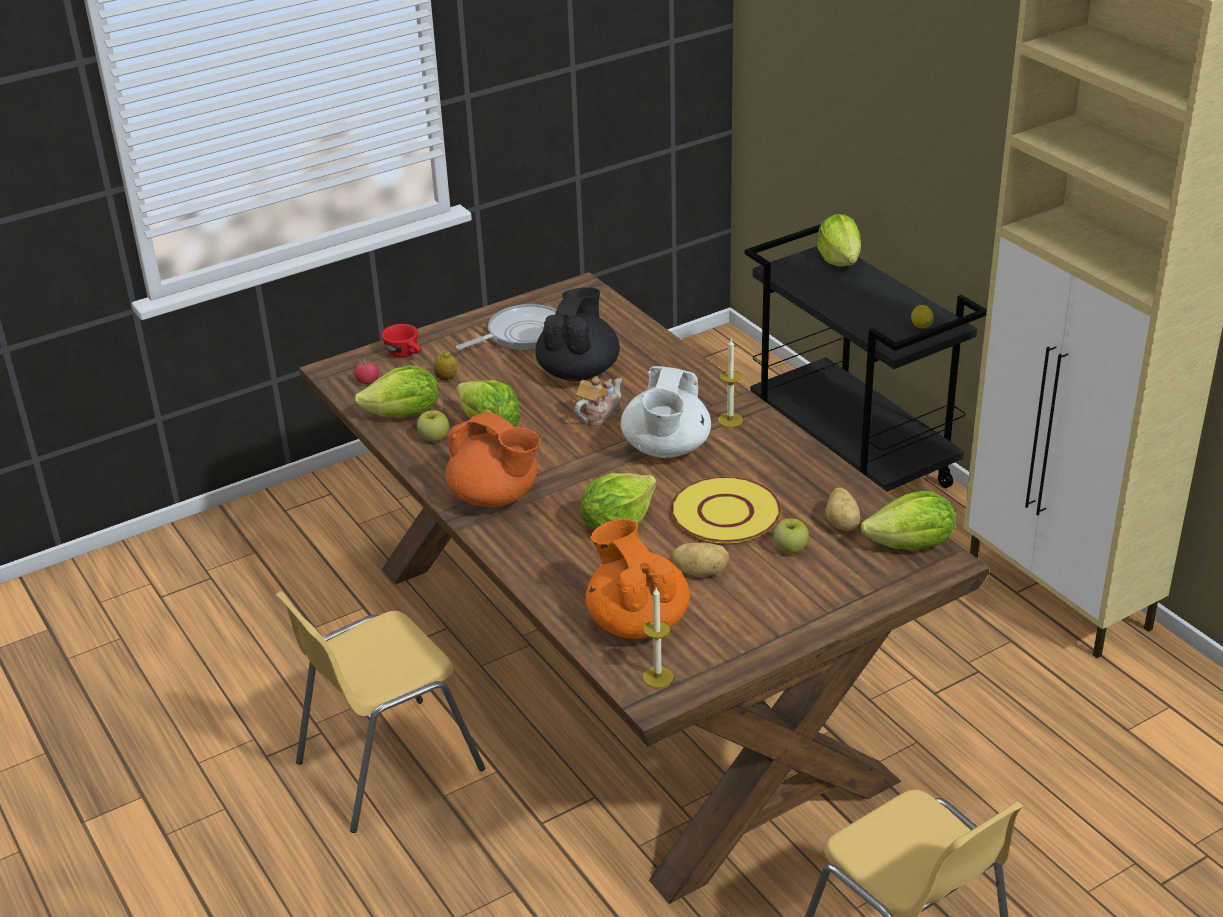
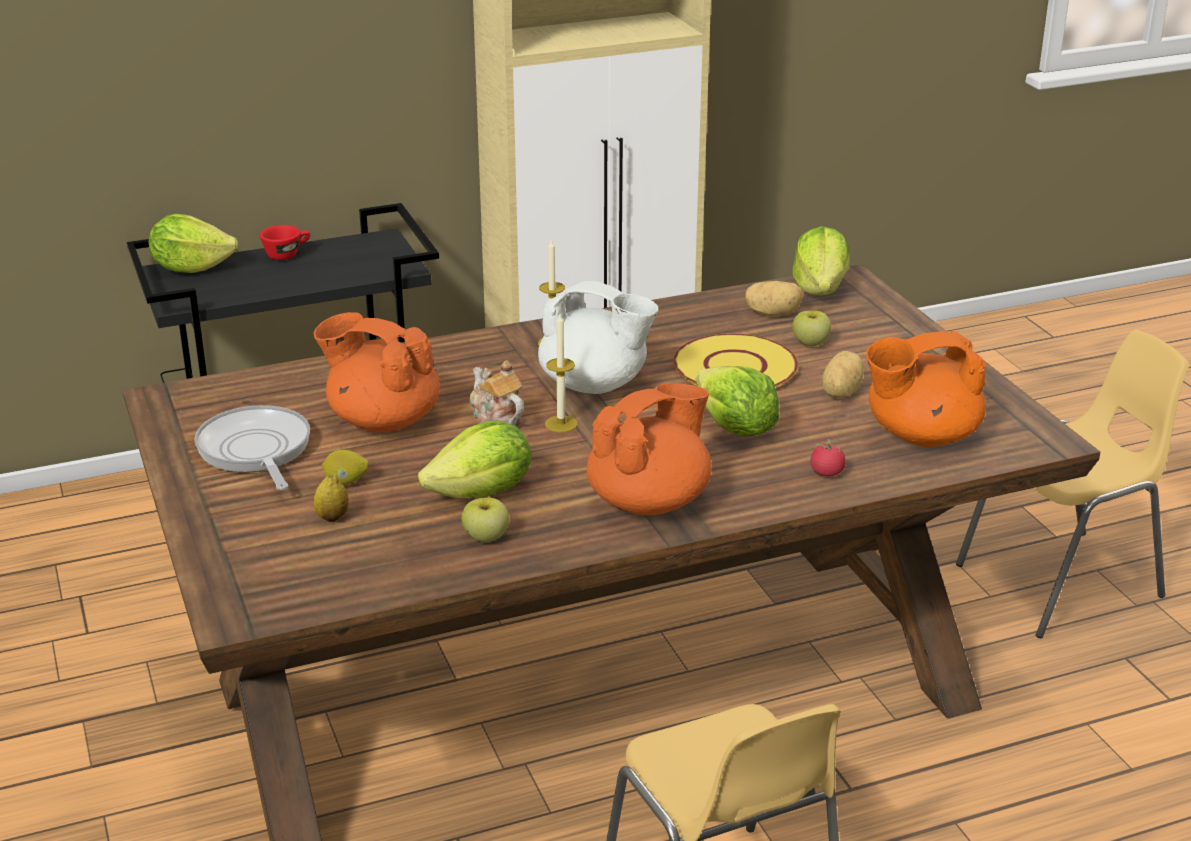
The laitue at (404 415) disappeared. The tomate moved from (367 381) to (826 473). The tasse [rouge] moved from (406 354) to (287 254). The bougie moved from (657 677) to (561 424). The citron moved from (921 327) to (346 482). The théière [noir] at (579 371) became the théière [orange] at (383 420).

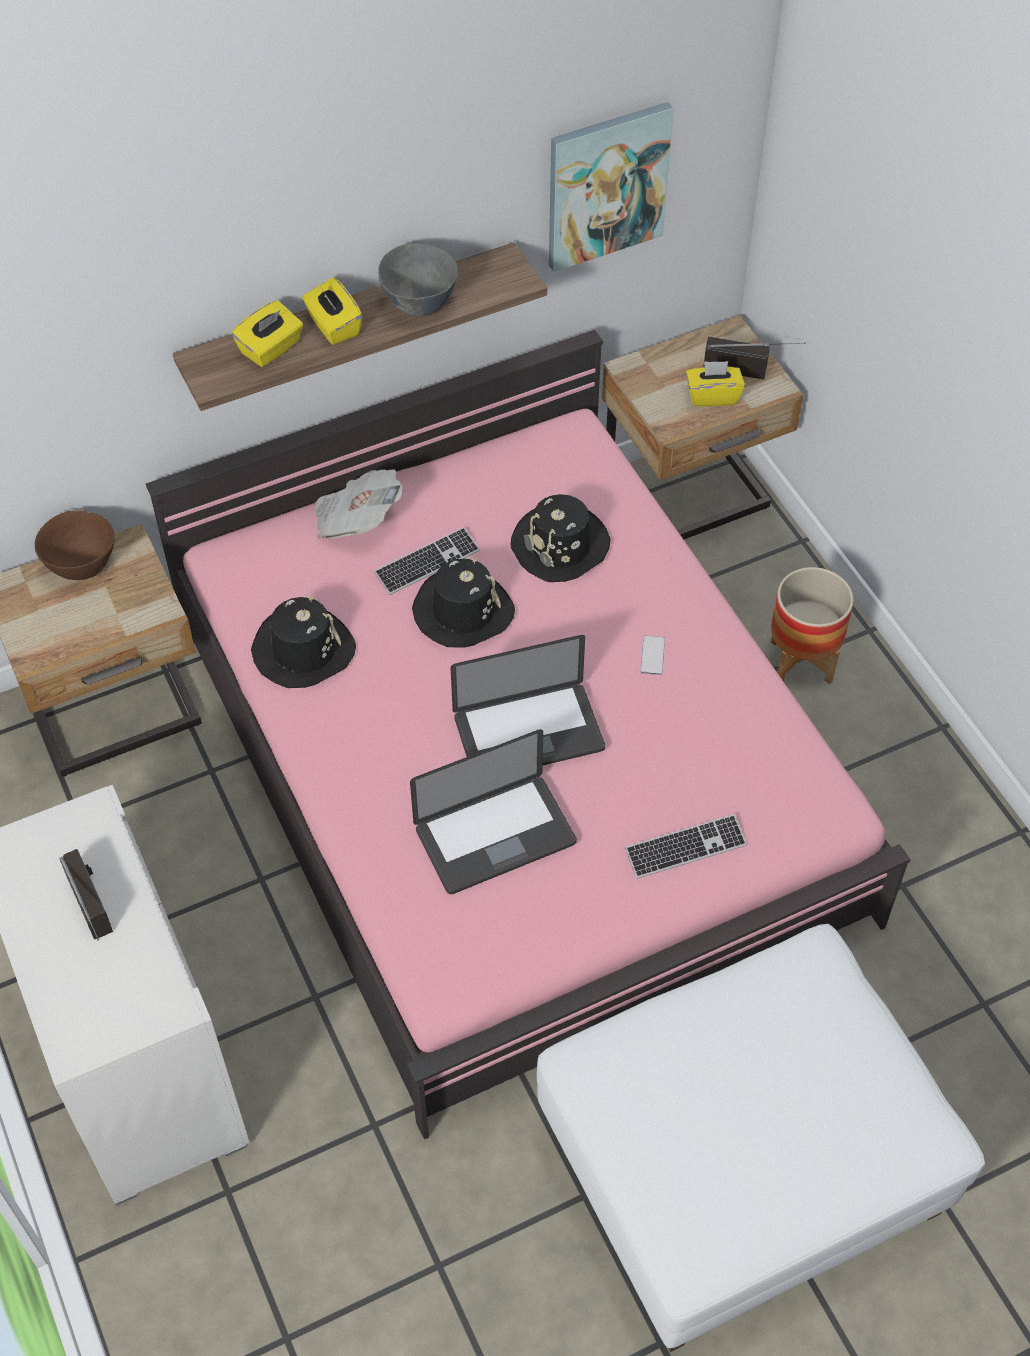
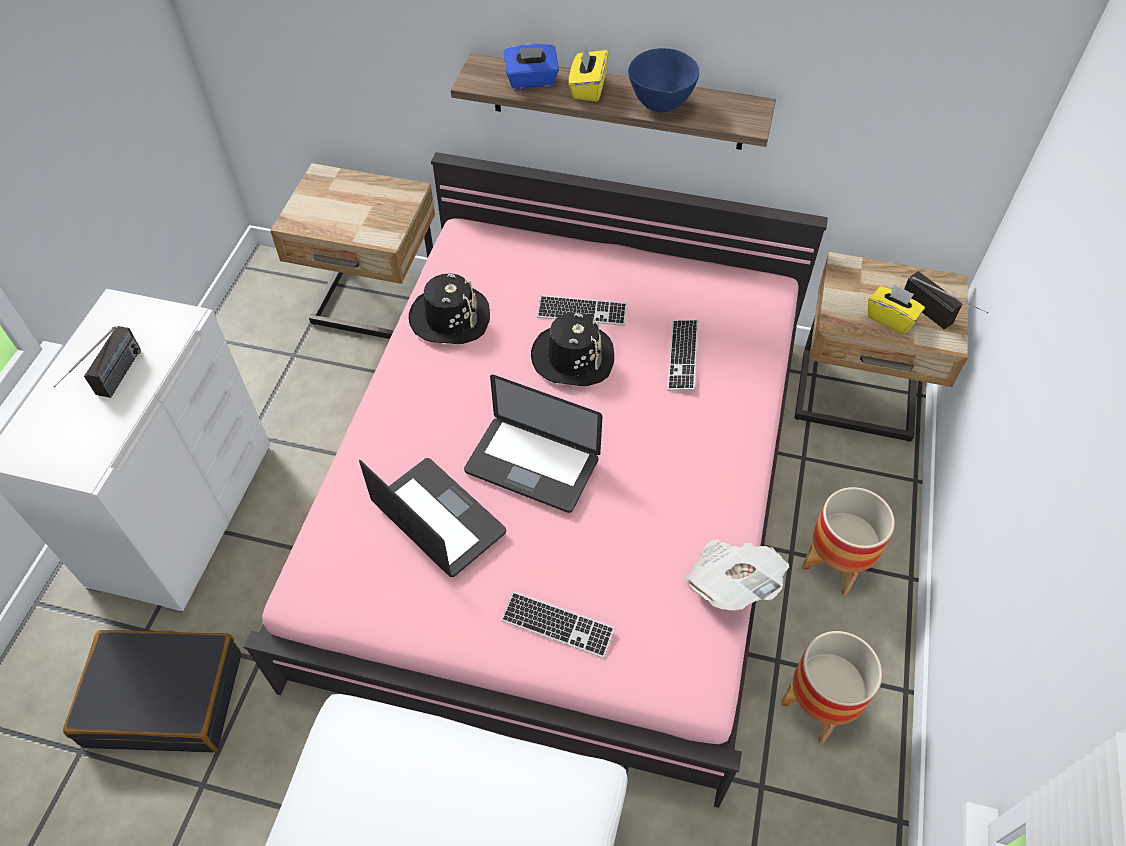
The bol [marron] at (82 567) disappeared. The tableau at (606 185) disappeared. The téléphone at (652 655) disappeared. The valise [noir] at (165 698) appeared. The cache-pot at (818 706) appeared. The journal moved from (357 520) to (731 582). The chapeau [noir] at (561 546) was replaced by the clavier at (682 356). The boîte à mouchoirs [jaune] at (271 349) became the boîte à mouchoirs [bleu] at (531 81). The bol [gris] at (420 306) became the bol [bleu] at (661 105). The ordinateur portable at (495 836) turned 150 degrees counterclockwise.

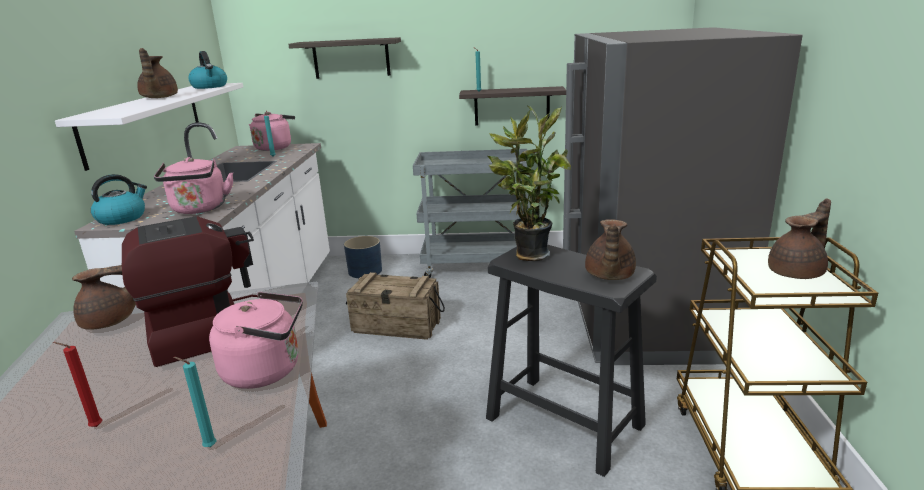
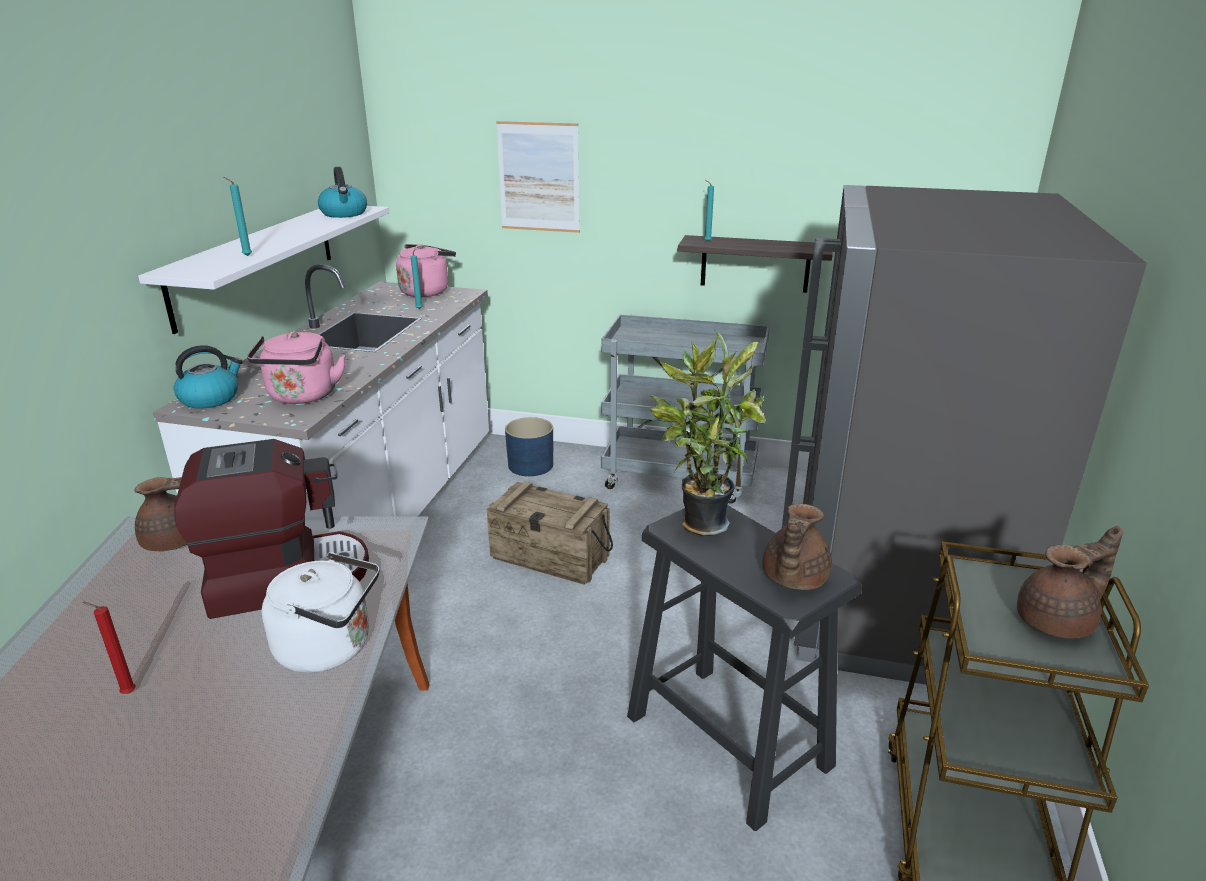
The théière [marron] at (158 98) disappeared. The bougie [turquoise] moved from (208 447) to (246 256). The étagère at (351 58) was replaced by the tableau at (539 177). The bouilloire [rose] at (267 370) became the bouilloire [blanc] at (330 648).

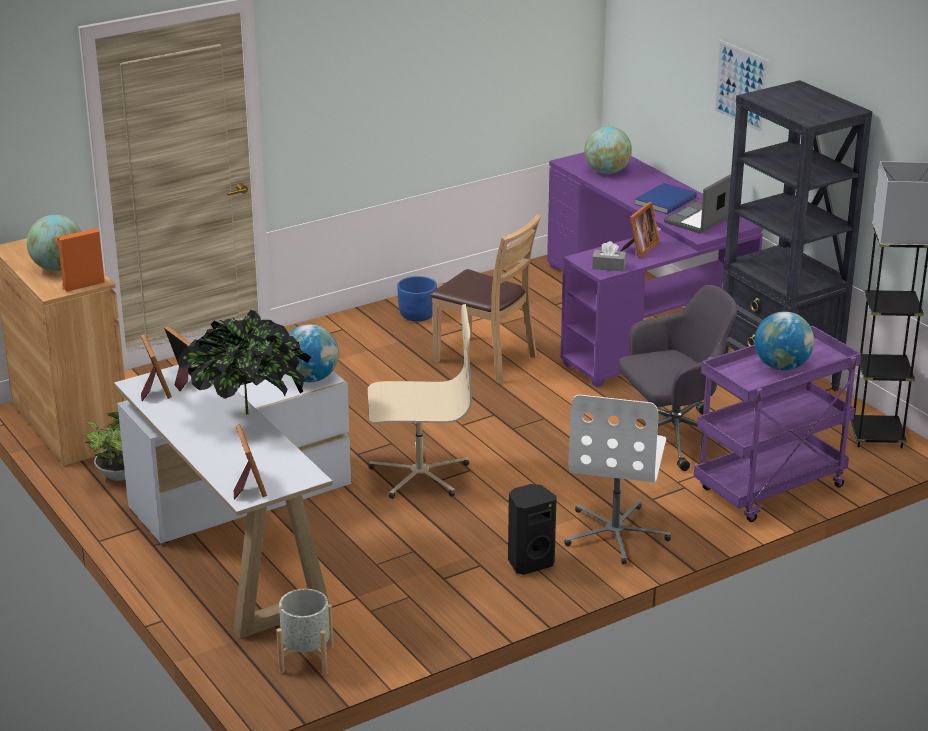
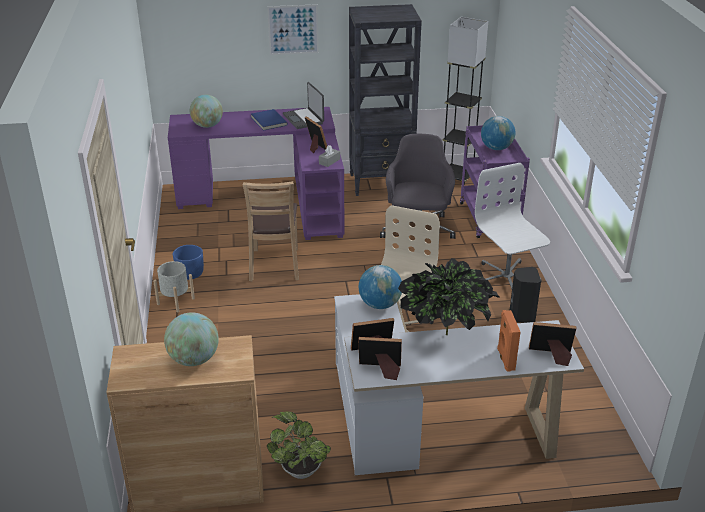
The enceinte [orange] moved from (83 285) to (505 359). The cache-pot [gris] moved from (306 659) to (176 301). The chaise [marron] at (485 360) turned 120 degrees clockwise. The chaise de bureau [blanc] at (616 533) turned 150 degrees counterclockwise.

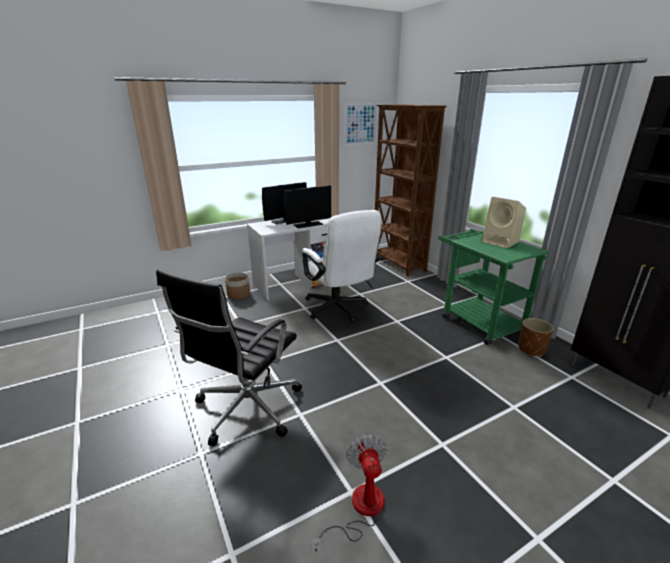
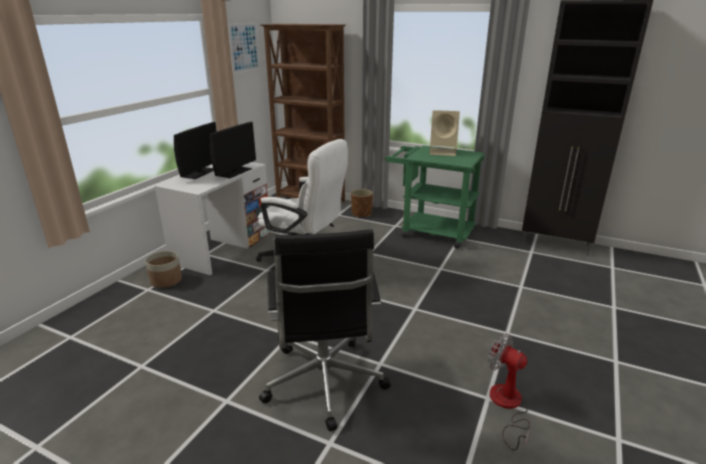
The cache-pot [marron] moved from (531 349) to (361 213).

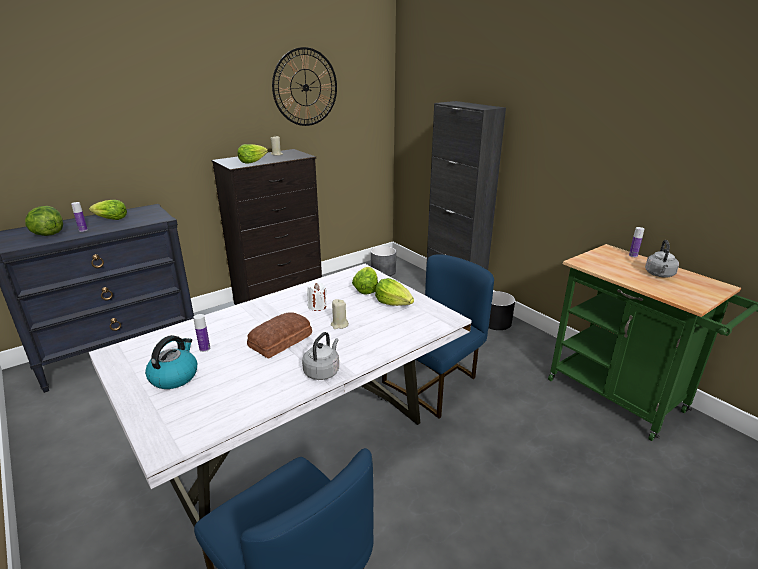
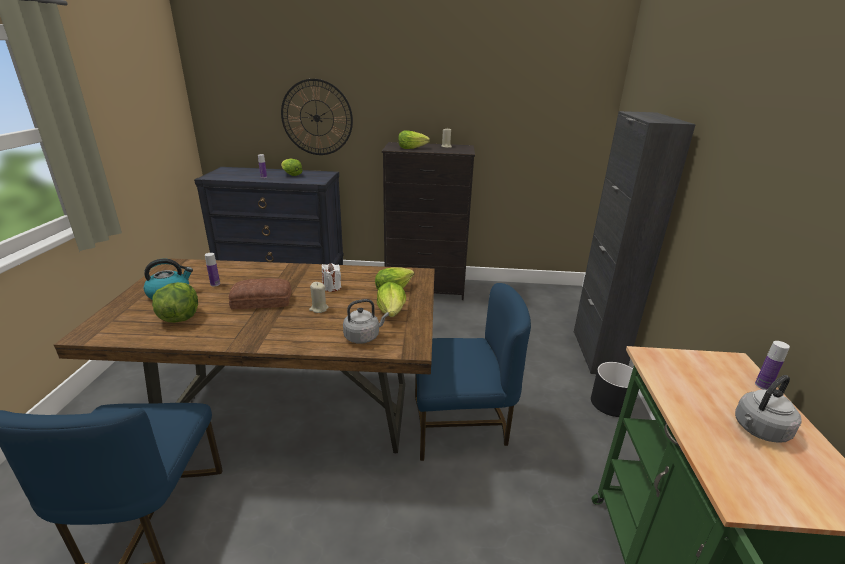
The cache-pot [gris] at (383 272) disappeared. The laitue moved from (48 234) to (179 317). The horloge murale moved from (305 87) to (317 118). The bouilloire [gris] moved from (322 371) to (363 337). The table à manger [blanc] at (300 449) became the table à manger [marron] at (289 412).

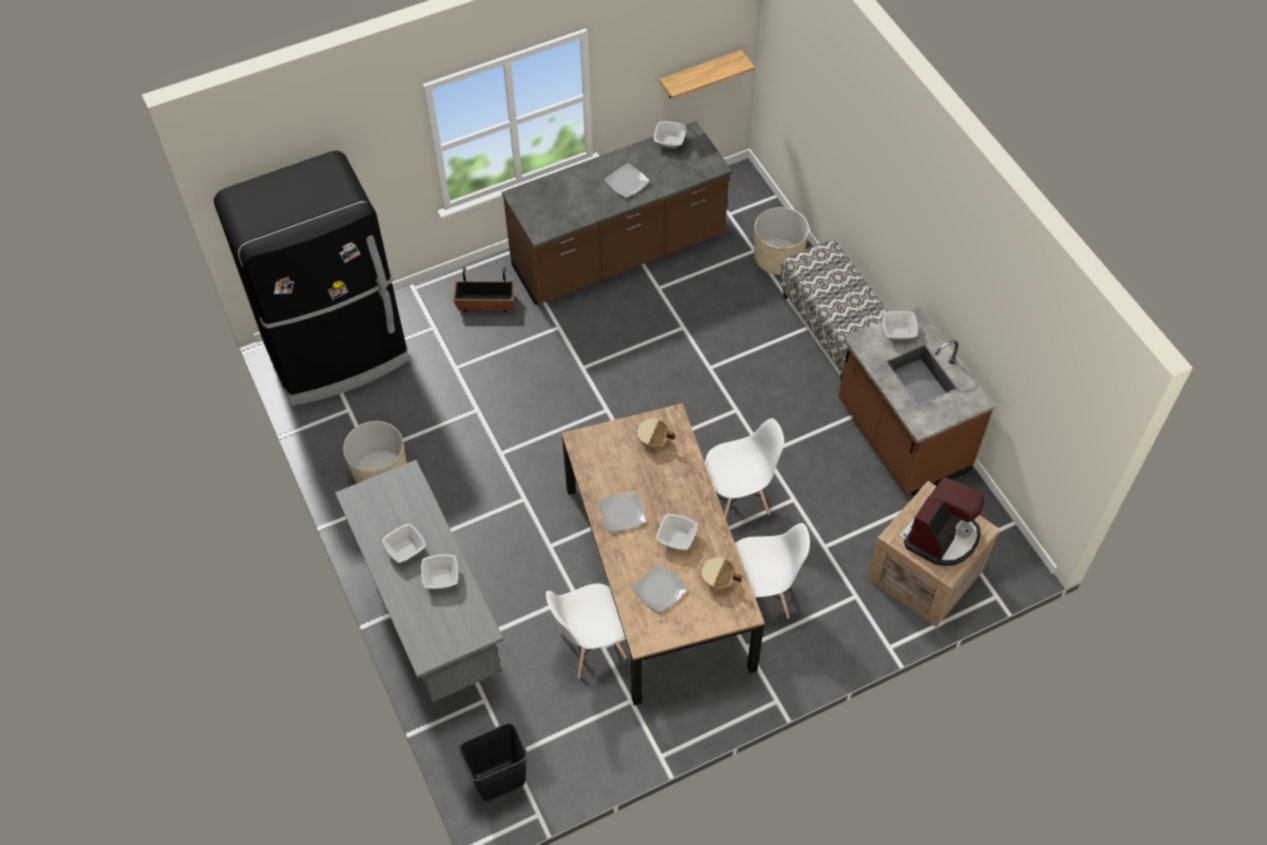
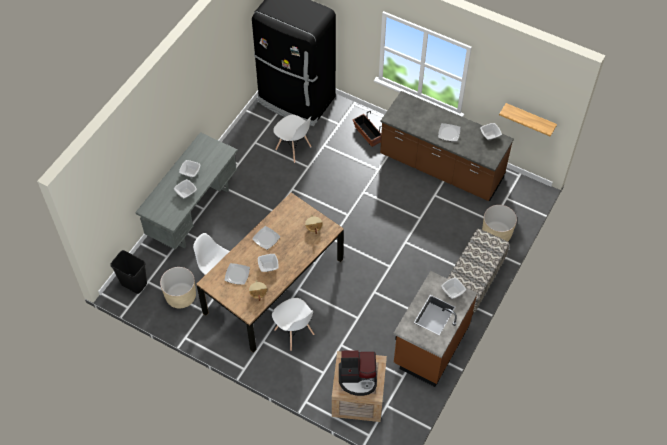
The cache-pot [beige] moved from (381 474) to (181 296). The chaise [blanc] moved from (739 499) to (293 148).

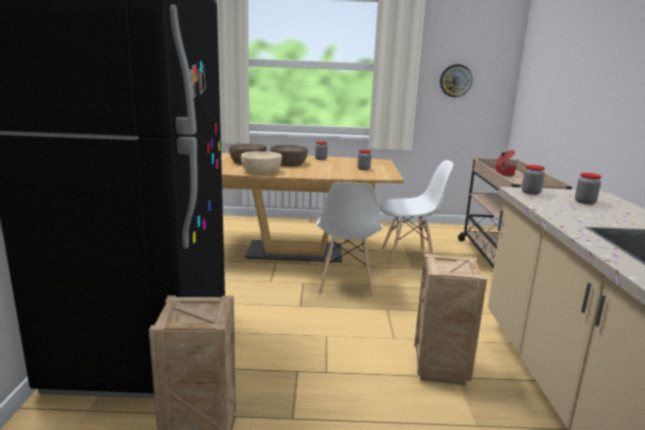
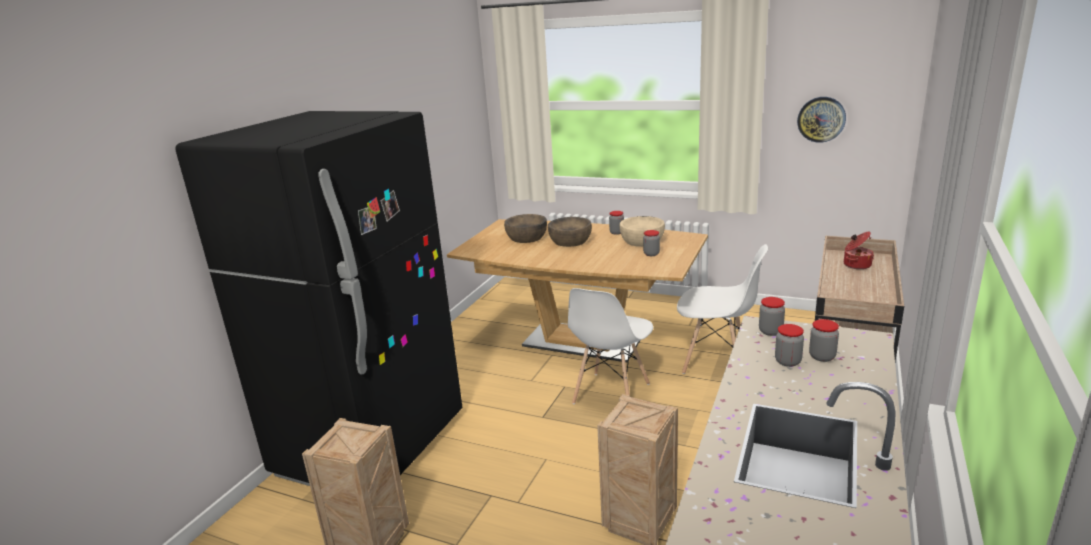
The bocal at (787 361) appeared. The bol [beige] moved from (261 171) to (642 241).

